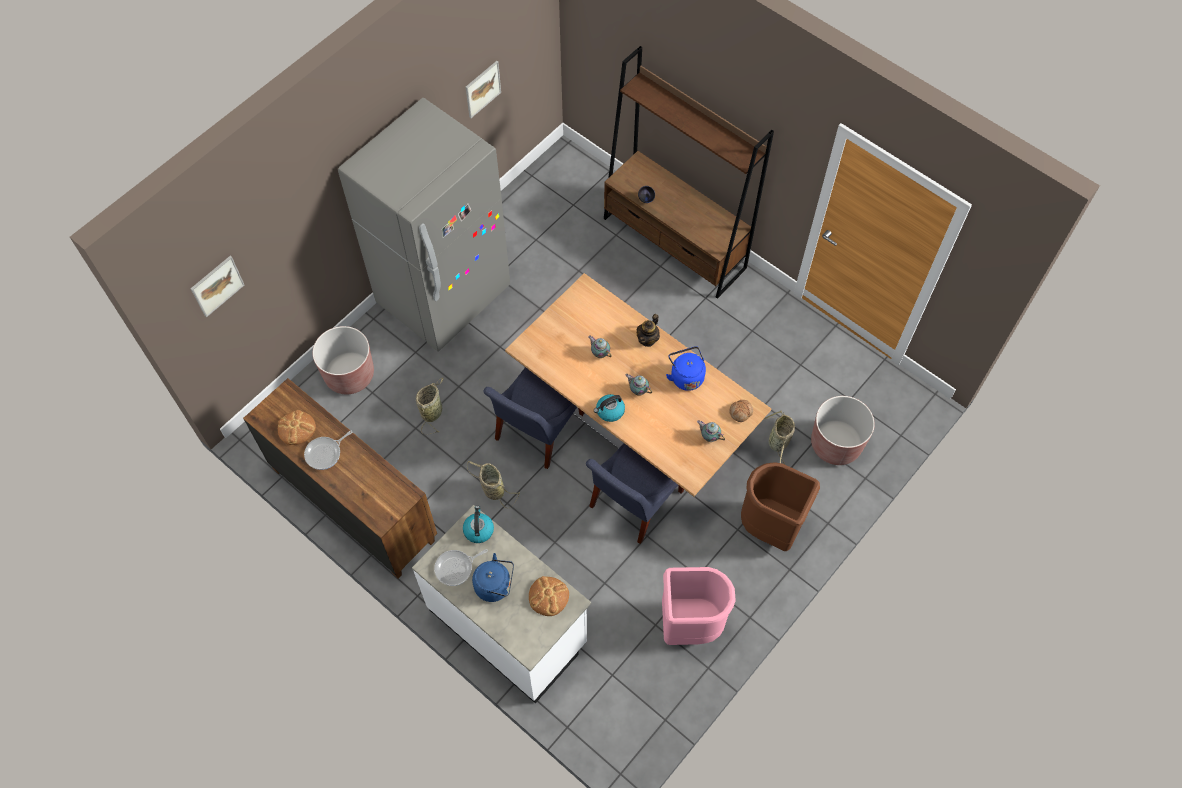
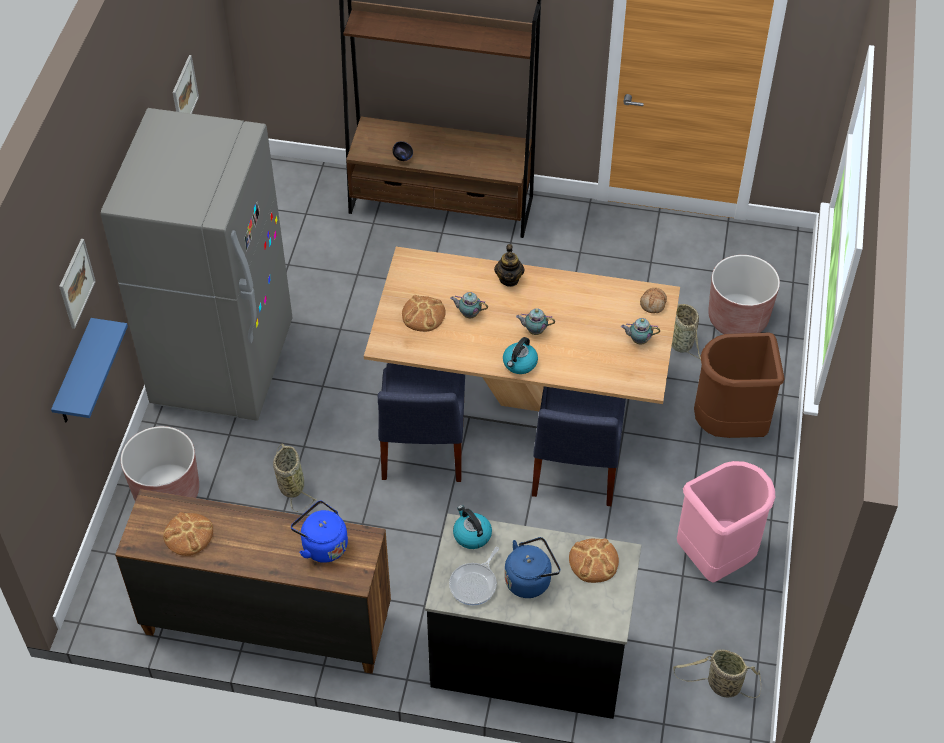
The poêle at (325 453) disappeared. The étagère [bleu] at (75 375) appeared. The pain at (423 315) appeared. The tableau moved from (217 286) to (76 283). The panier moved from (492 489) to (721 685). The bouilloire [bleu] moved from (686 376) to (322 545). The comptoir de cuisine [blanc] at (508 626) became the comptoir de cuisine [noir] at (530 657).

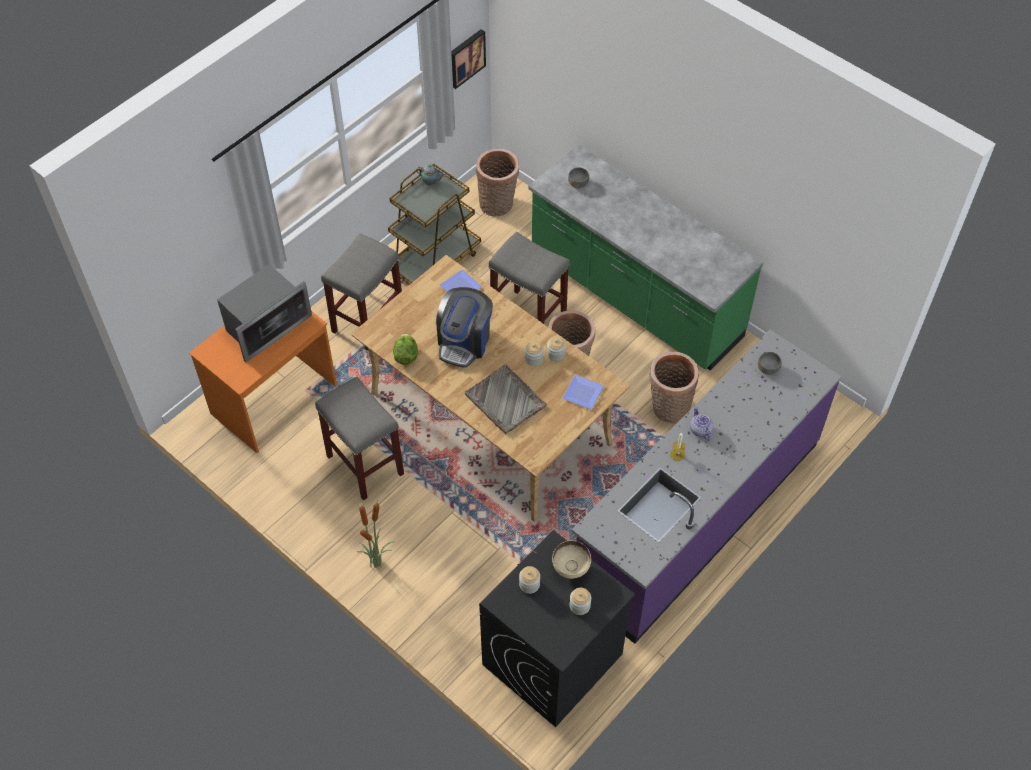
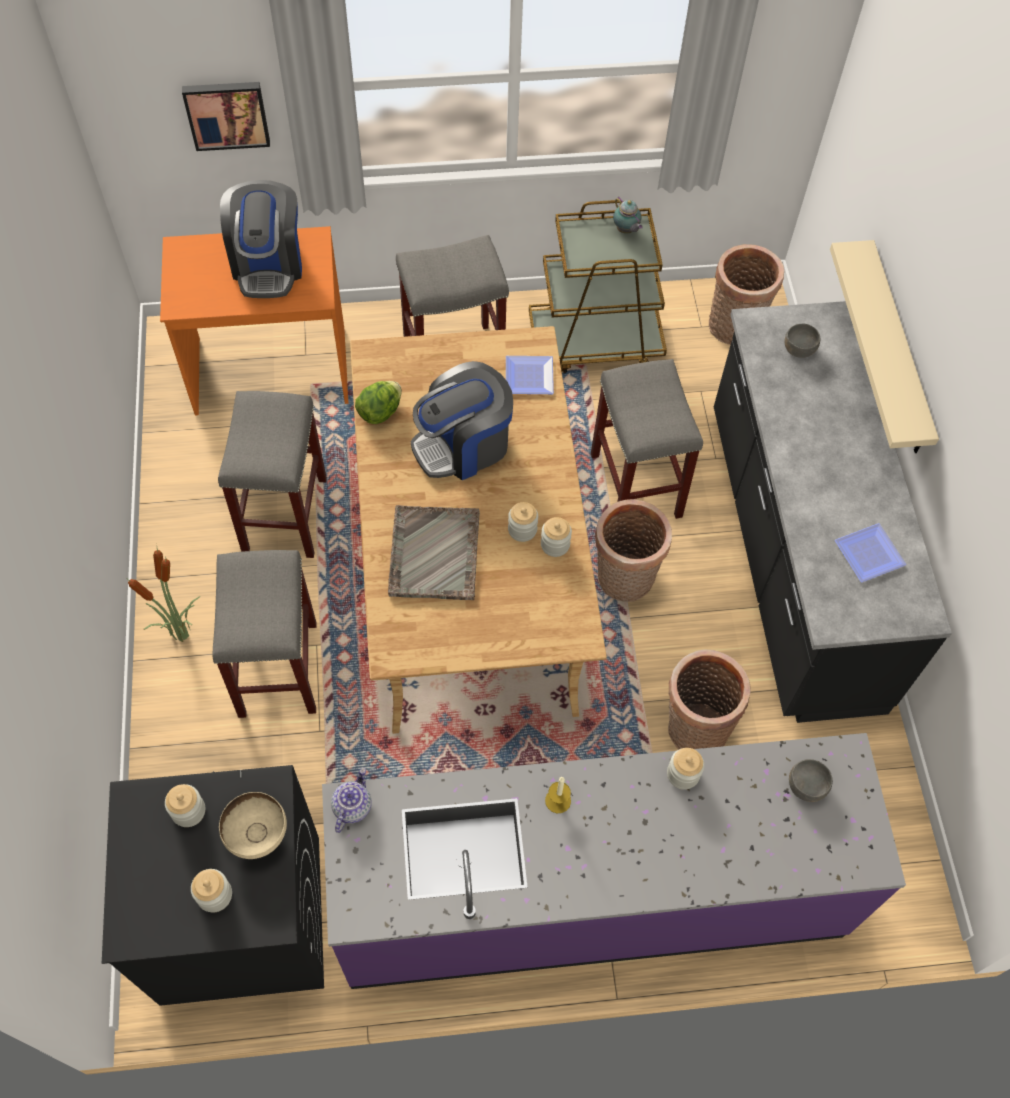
The tabouret [gris] at (277 667) appeared. The bocal at (683 774) appeared. The étagère [beige] at (897 351) appeared. The tableau moved from (466 58) to (227 113). The assiette moved from (583 394) to (868 556). The théière moved from (700 430) to (352 806). The micro-ondes at (266 326) was replaced by the machine à café at (268 264). The comptoir de cuisine [vert] at (634 298) became the comptoir de cuisine [noir] at (790 557).

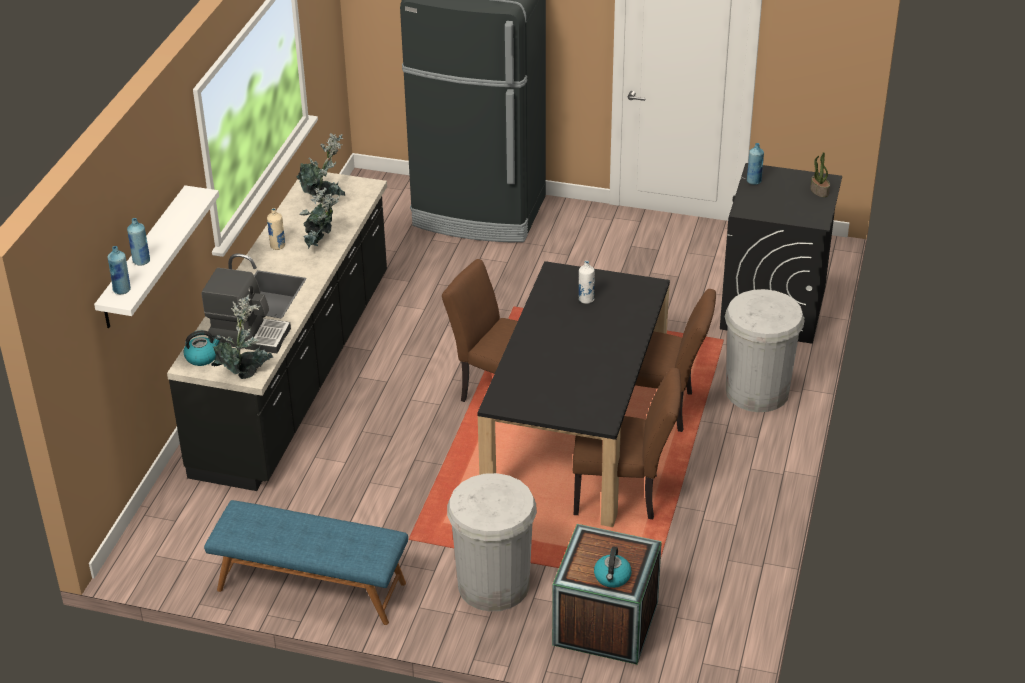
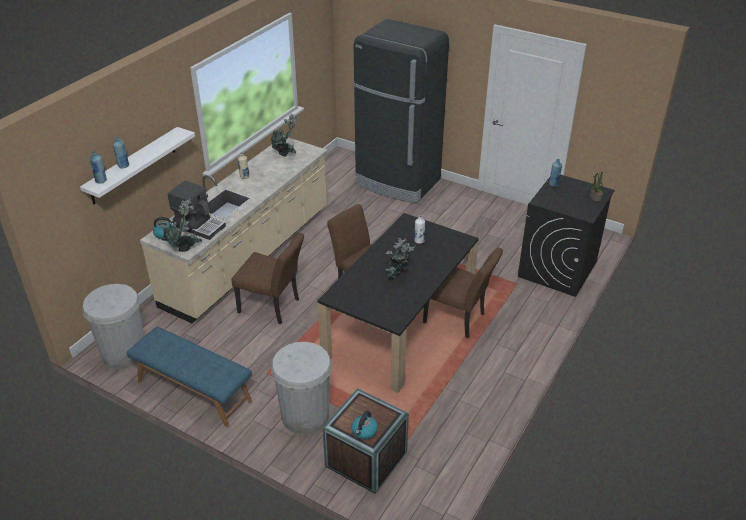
The plante en pot moved from (321 244) to (398 275). The chaise [marron] moved from (624 495) to (273 307). The poubelle [blanc] moved from (757 391) to (124 353). The comptoir de cuisine [noir] at (296 373) became the comptoir de cuisine [beige] at (249 256).

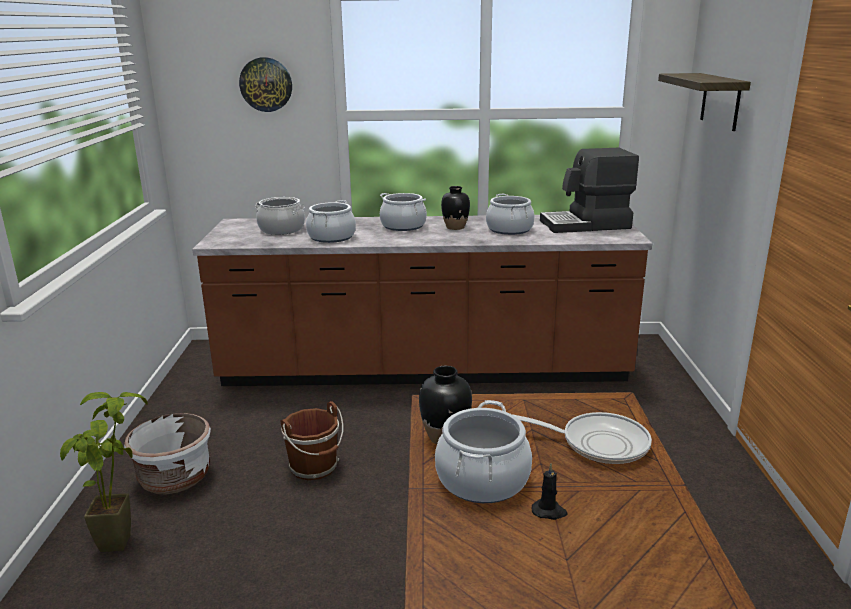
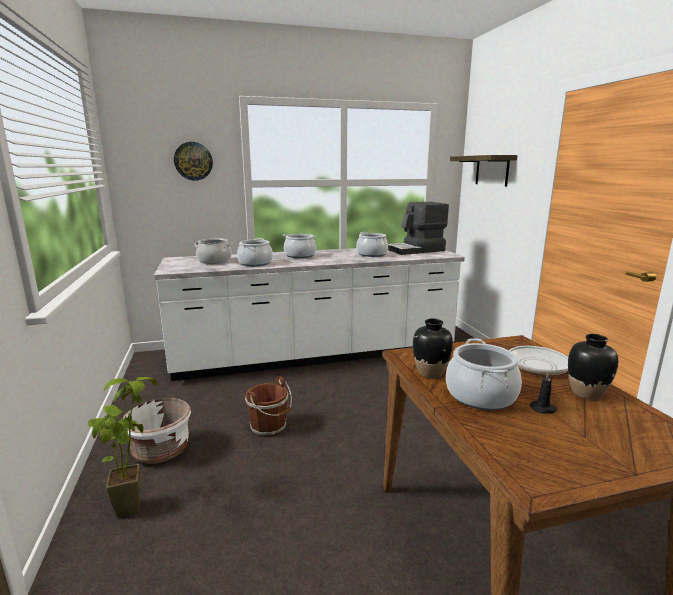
The vase [noir] moved from (455 227) to (586 393). The comptoir de cuisine [marron] at (424 370) became the comptoir de cuisine [blanc] at (316 355).

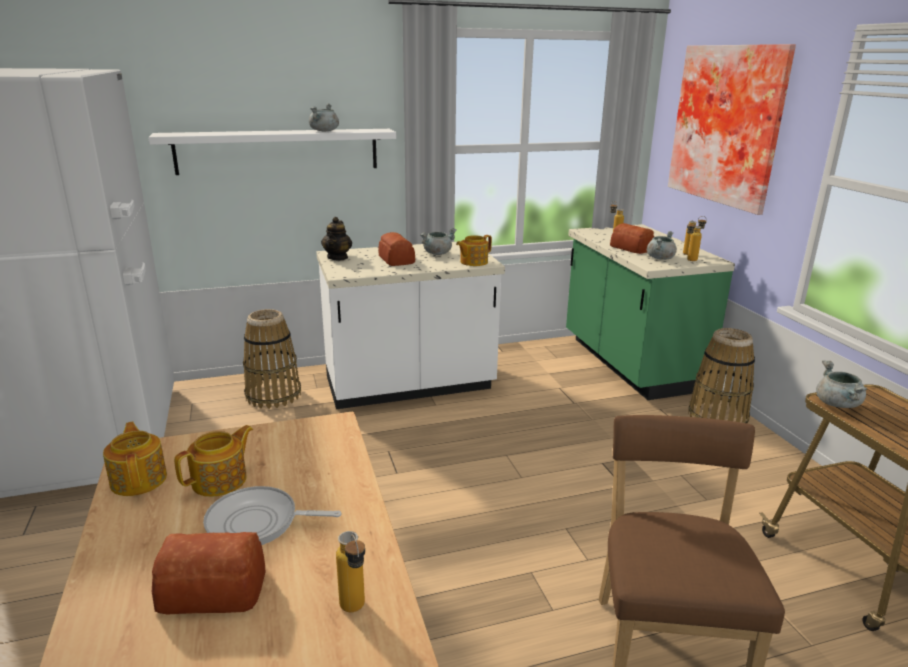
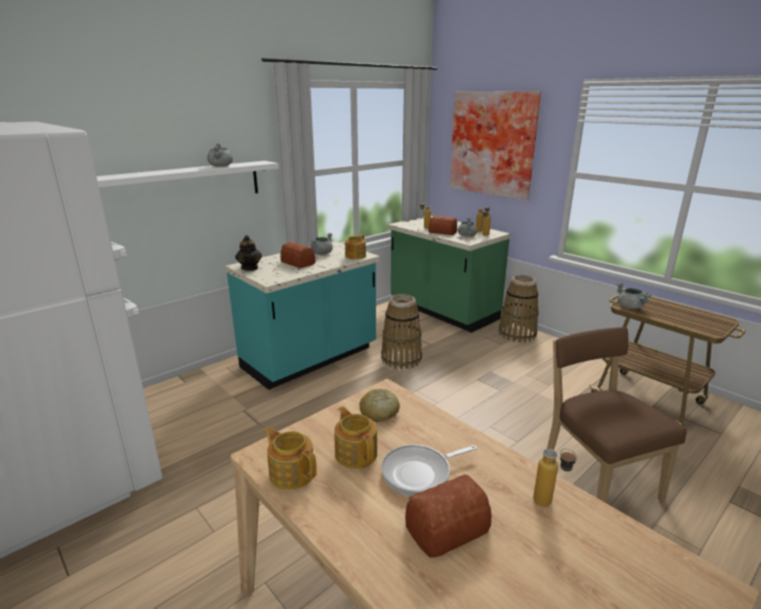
The pain at (379 412) appeared. The panier moved from (273 395) to (401 358). The comptoir de cuisine [blanc] at (409 386) became the comptoir de cuisine [turquoise] at (310 359). The théière at (221 480) turned 45 degrees counterclockwise.

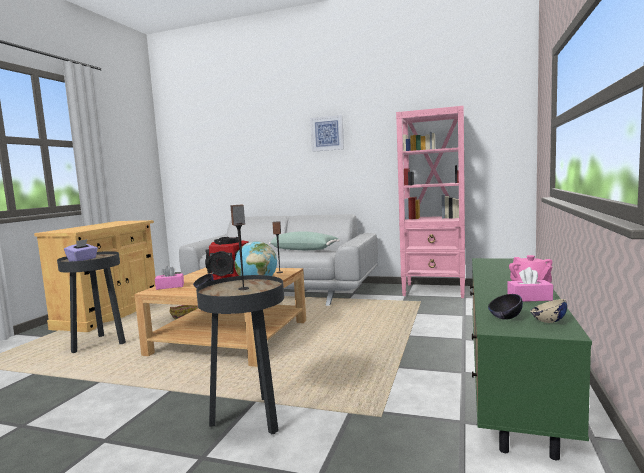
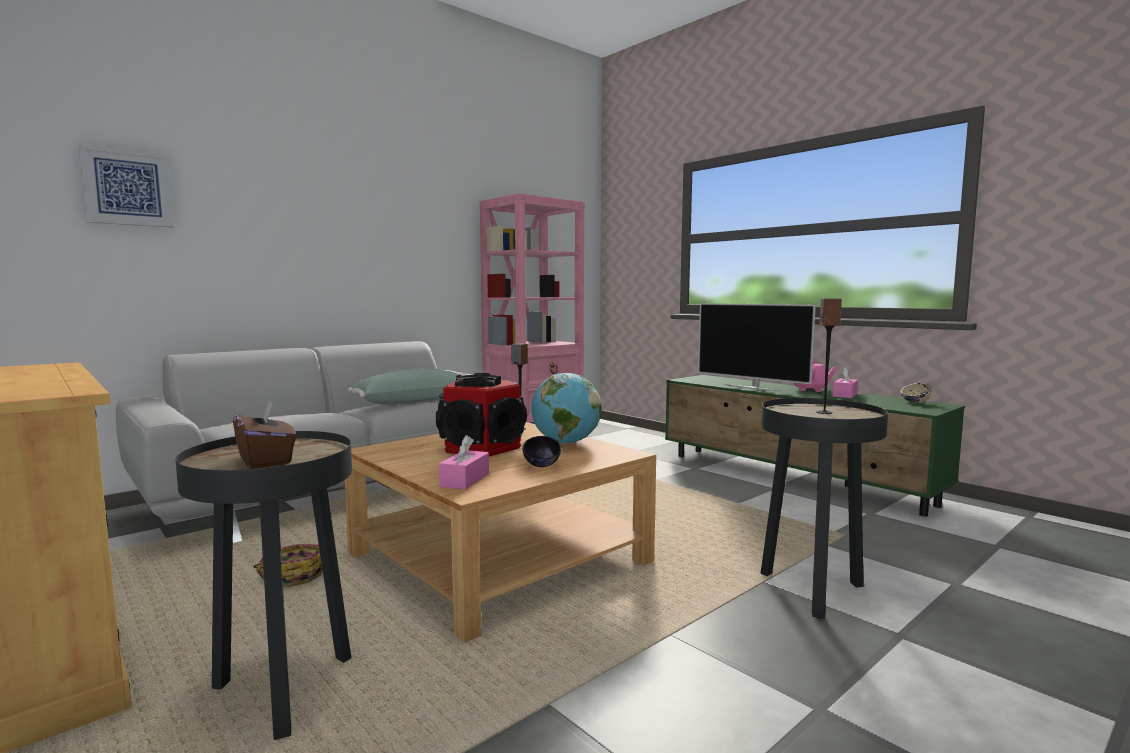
The bol [noir] at (505 318) disappeared. The téléviseur at (753 388) appeared. The tableau moved from (327 133) to (127 188). The boîte à mouchoirs [violet] at (82 259) became the boîte à mouchoirs [marron] at (266 460).

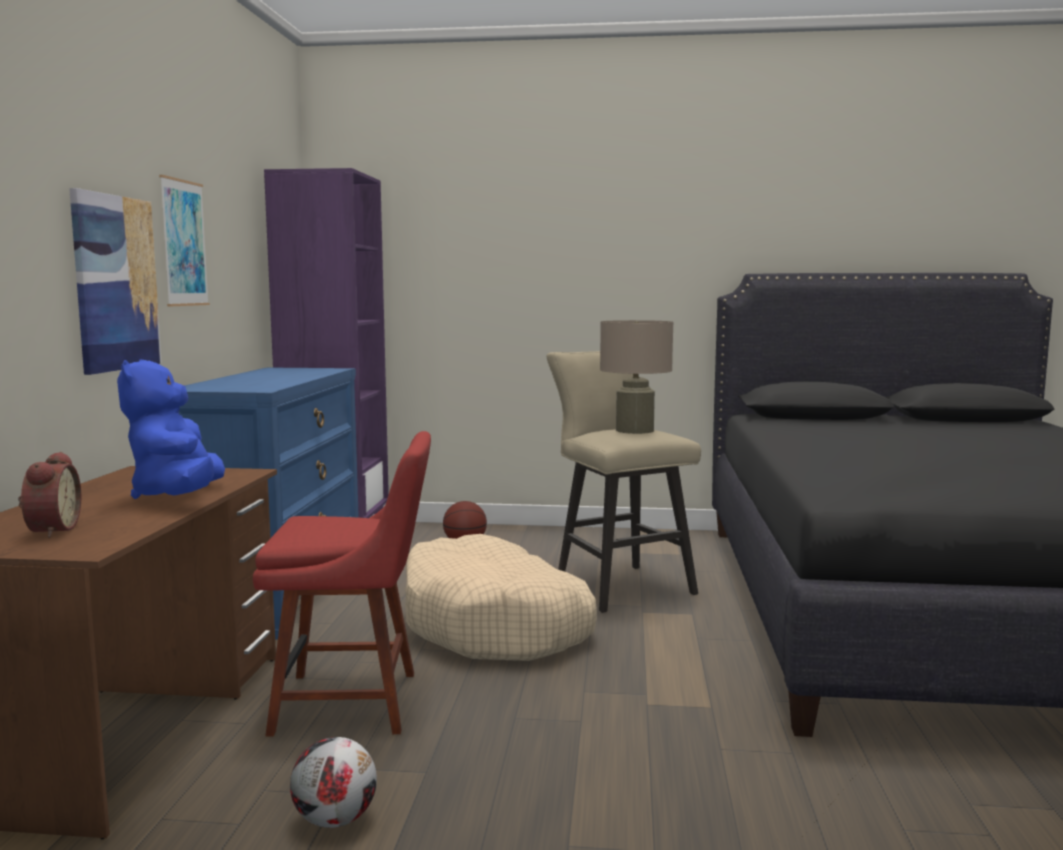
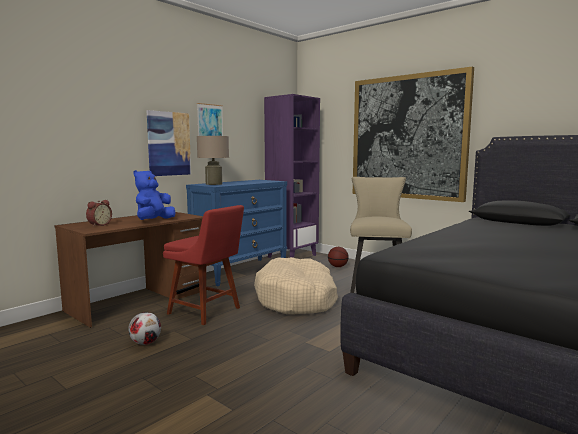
The tableau at (408 137) appeared. The lampe de table [beige] moved from (634 430) to (214 184).

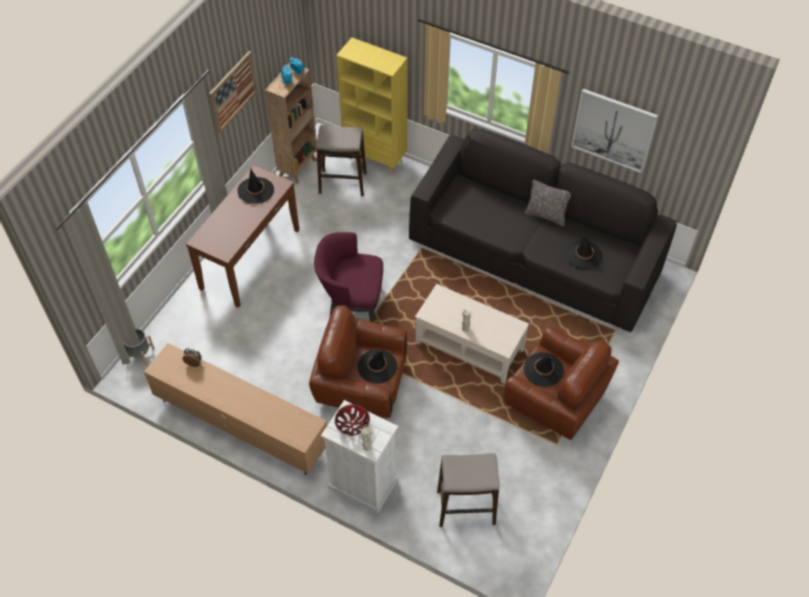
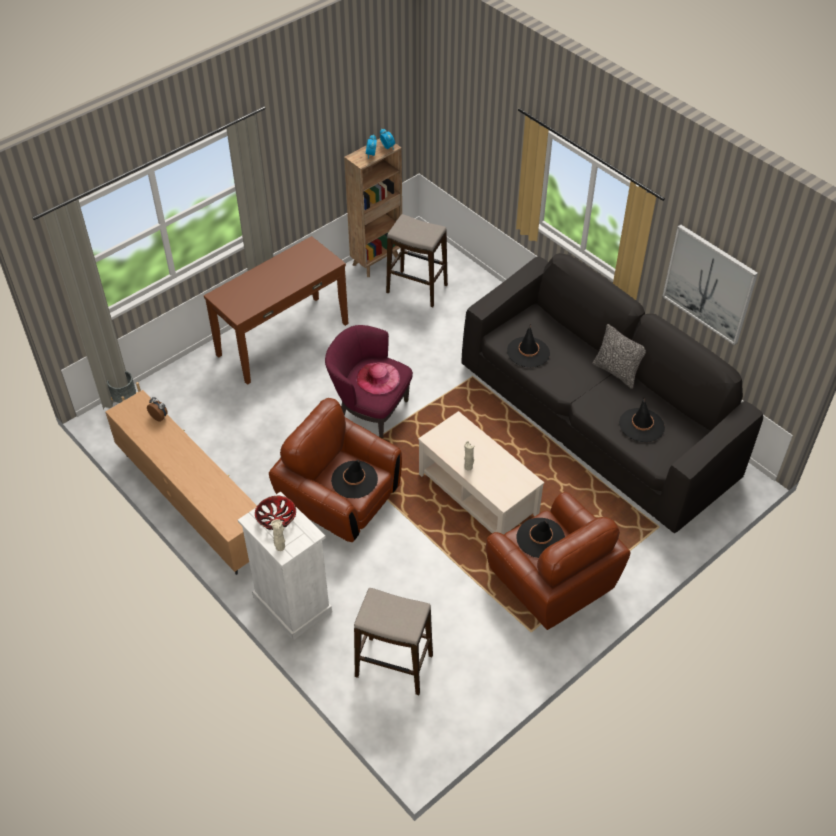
The tableau at (233 92) disappeared. The bibliothèque [jaune] at (376 159) disappeared. The chapeau [rose] at (378 378) appeared. The chapeau [noir] moved from (256 190) to (528 352).

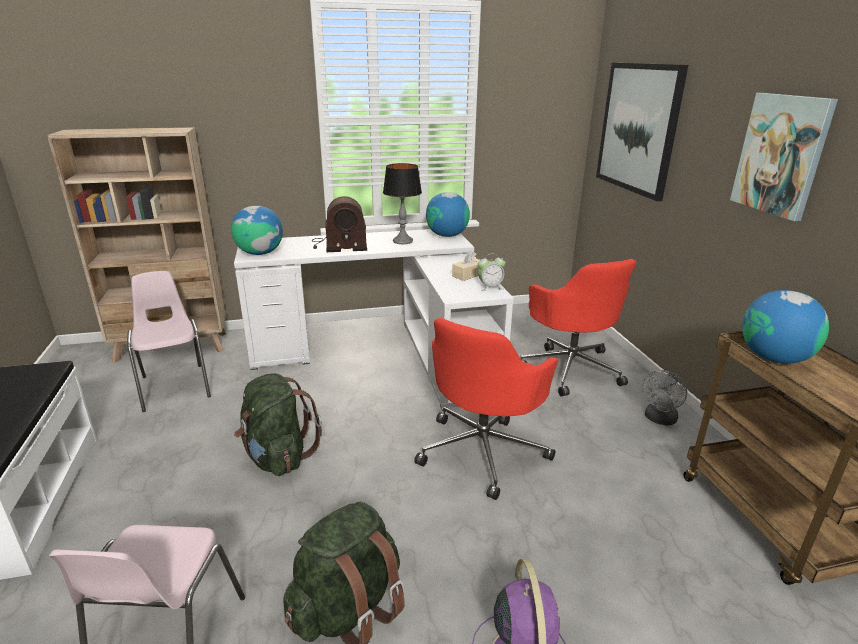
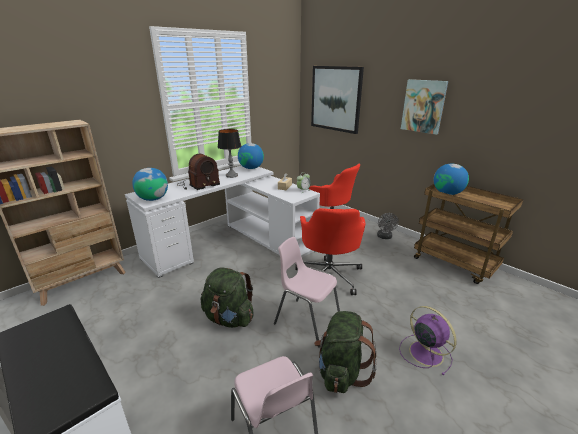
The chaise [rose] moved from (175 386) to (306 321).

